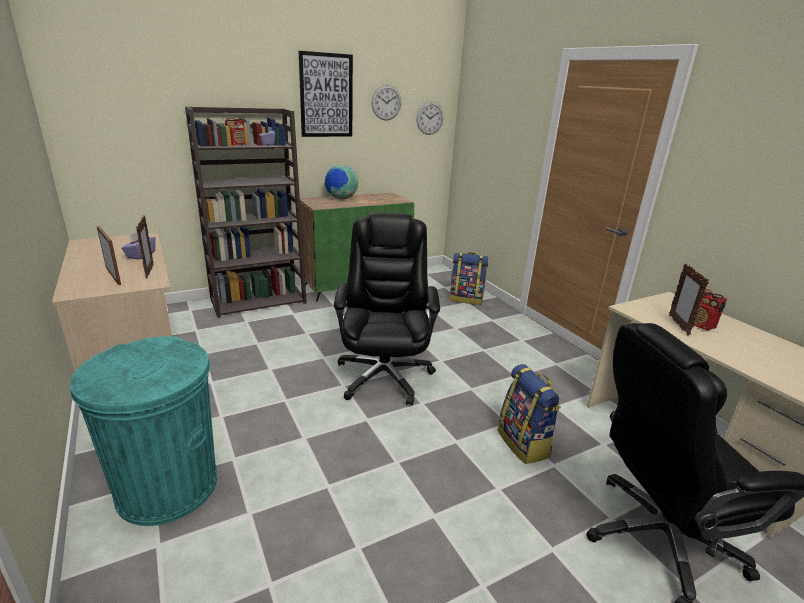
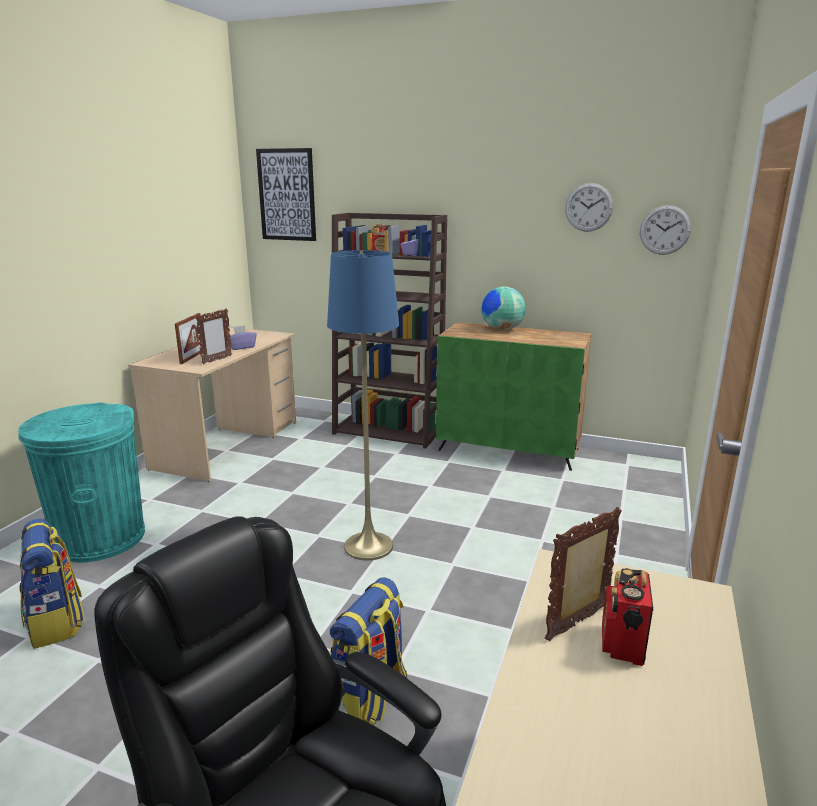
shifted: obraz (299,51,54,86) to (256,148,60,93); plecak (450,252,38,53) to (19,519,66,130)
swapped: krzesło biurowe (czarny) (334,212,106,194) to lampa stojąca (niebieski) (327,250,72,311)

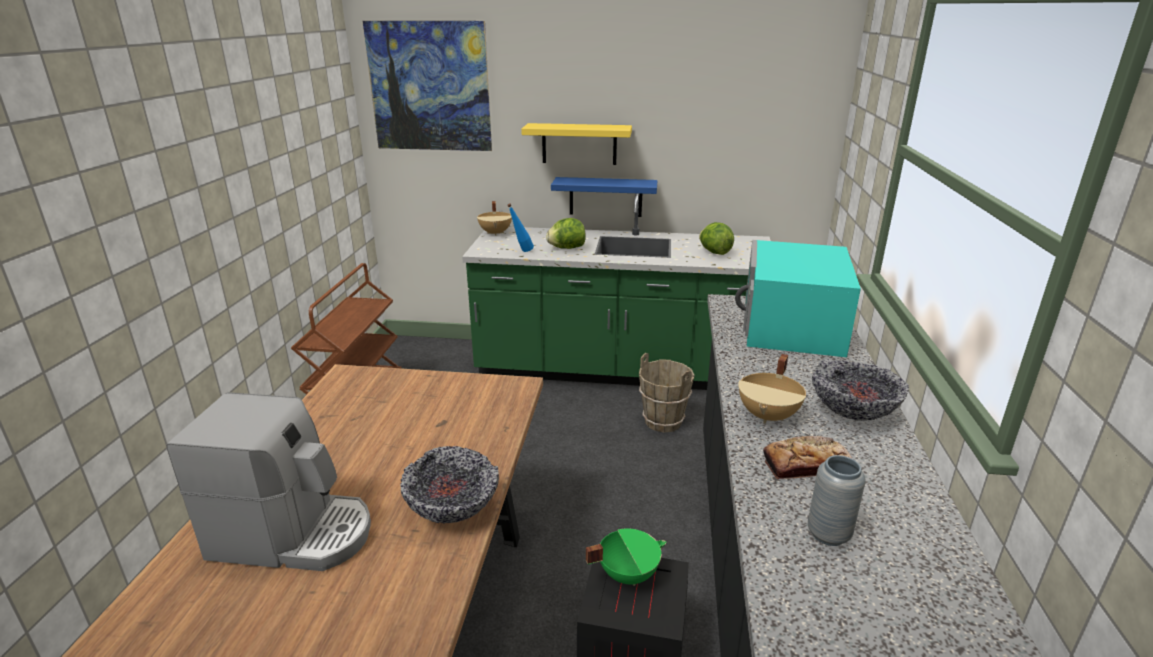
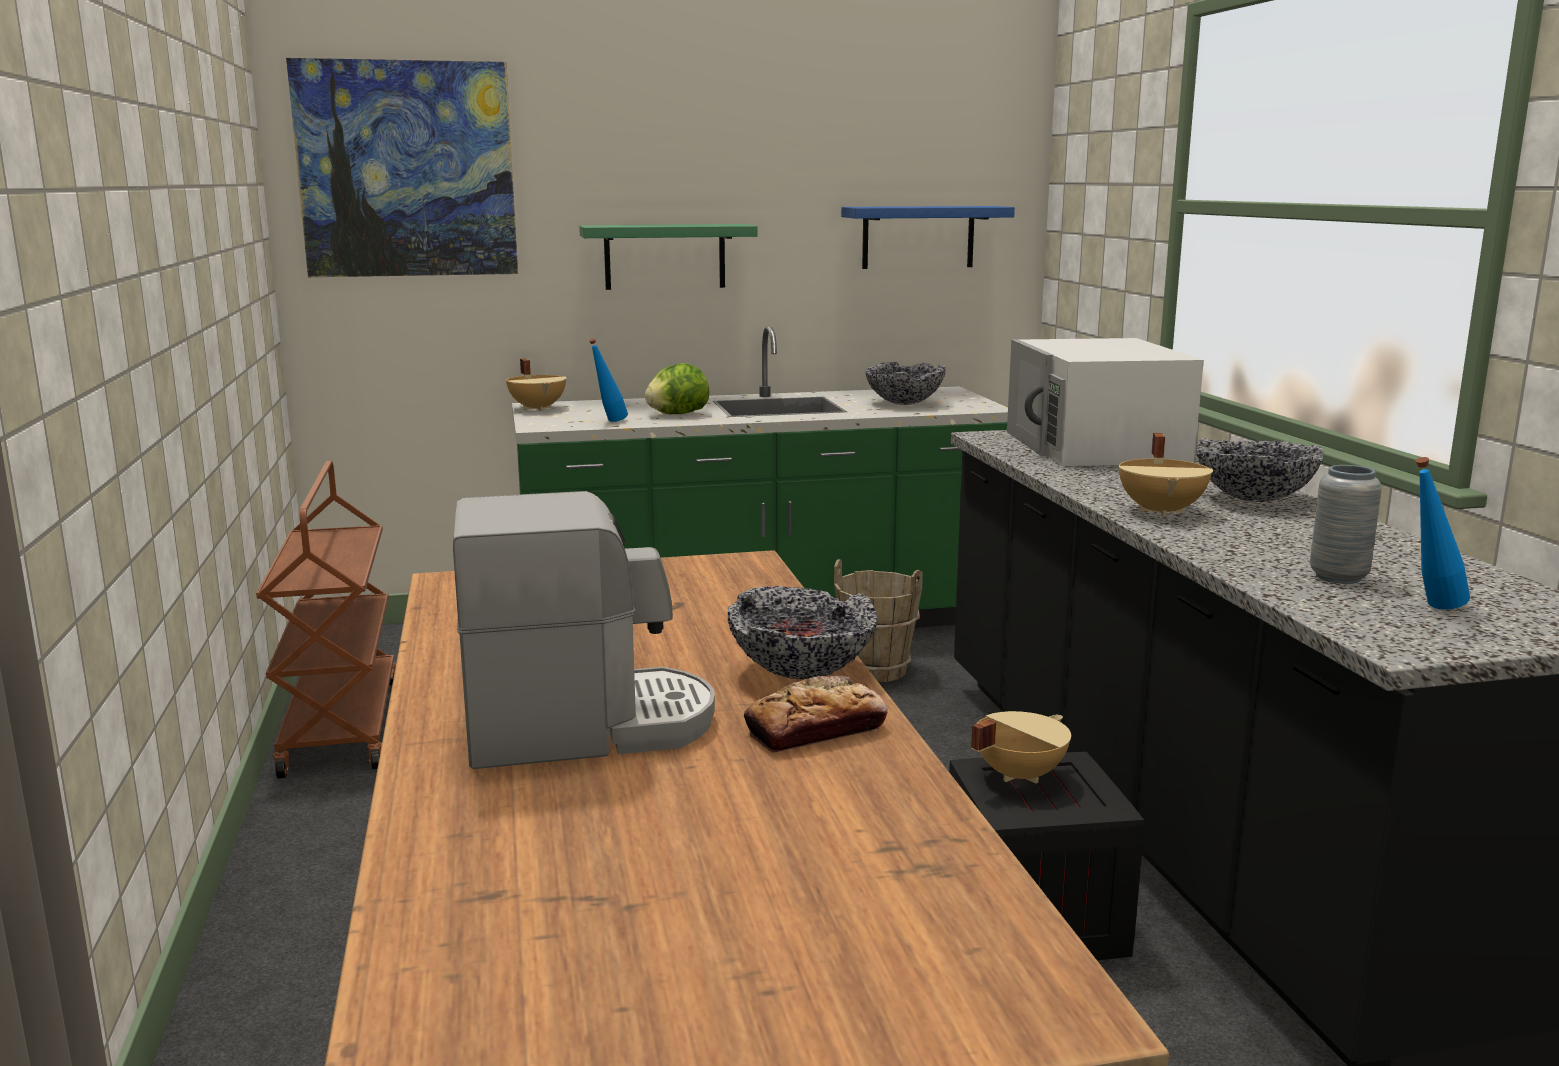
new: butelka (niebieski) (1415,457,55,153)
shifted: półka (niebieski) (551,177,106,40) to (841,206,174,63); chleb (763,436,89,43) to (744,676,144,77)
swapped: sałata (699,222,35,33) to miska (865,362,81,43)
repainted: półka (żółty) (521,123,111,42) to półka (zielony) (579,224,178,66); mikrofalówka (turkusowy) (735,240,126,117) to mikrofalówka (biały) (1007,338,197,128); garnek (zielony) (586,528,80,58) to garnek (beżowy) (971,711,100,72)

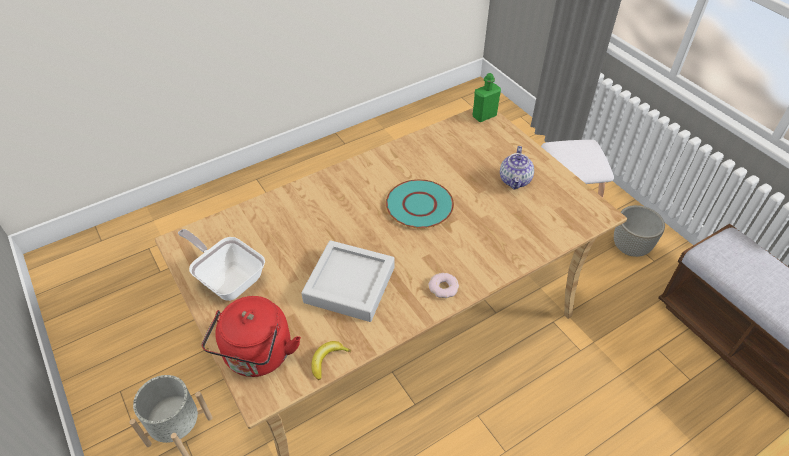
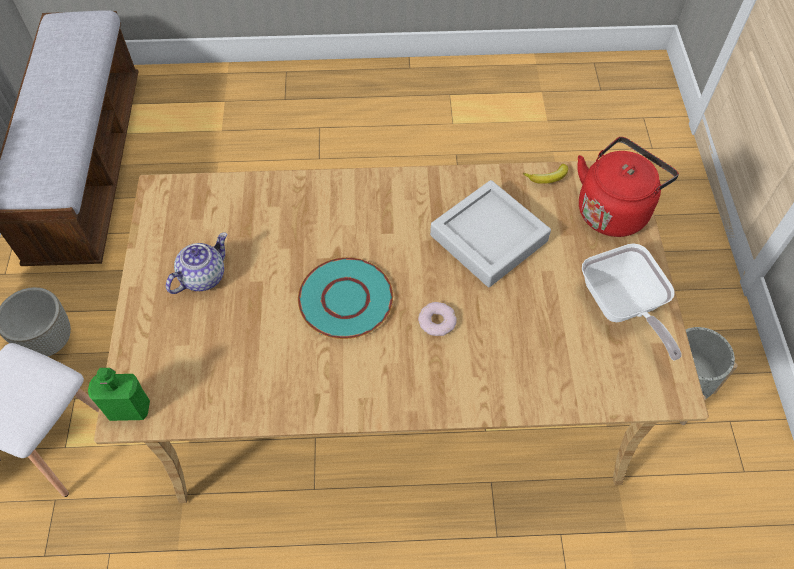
shifted: donut (428,273,31,25) to (418,302,39,34)

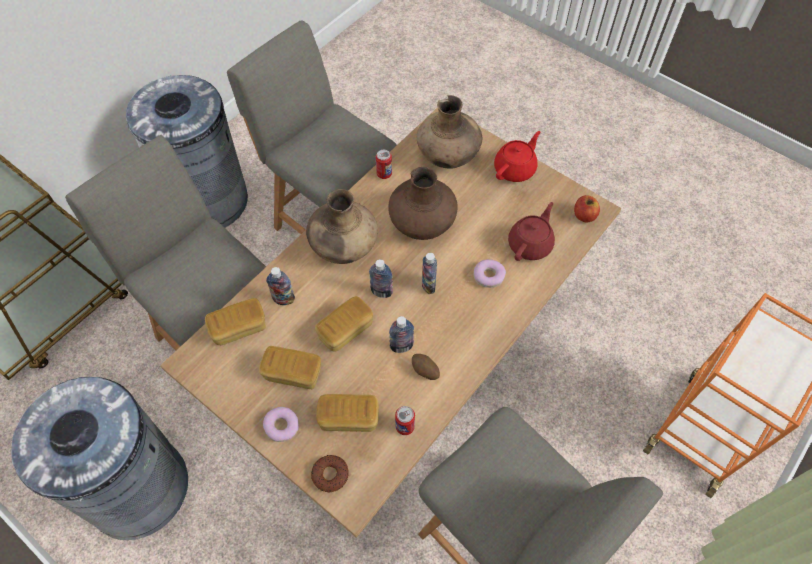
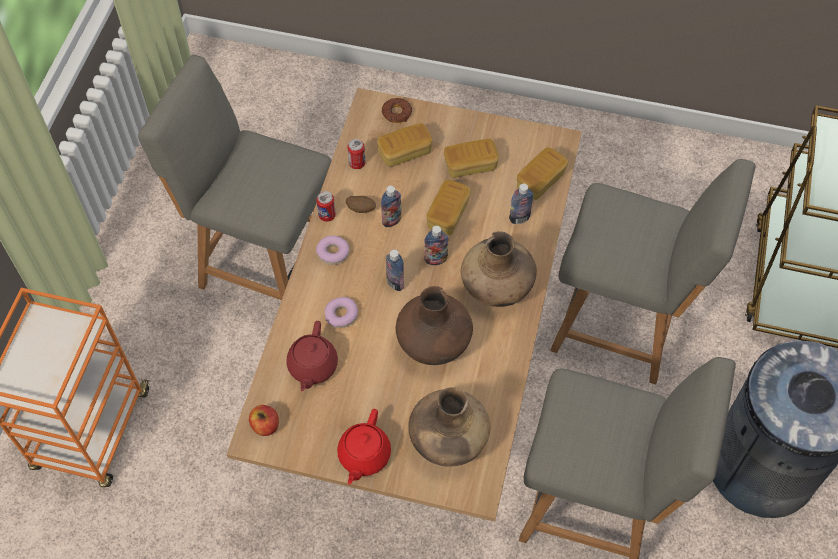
gone: kosz na śmieci (szary) (11,377,177,163)
shifted: puszka (376,150,16,29) to (316,191,20,31); donut (263,407,36,35) to (316,235,33,30)

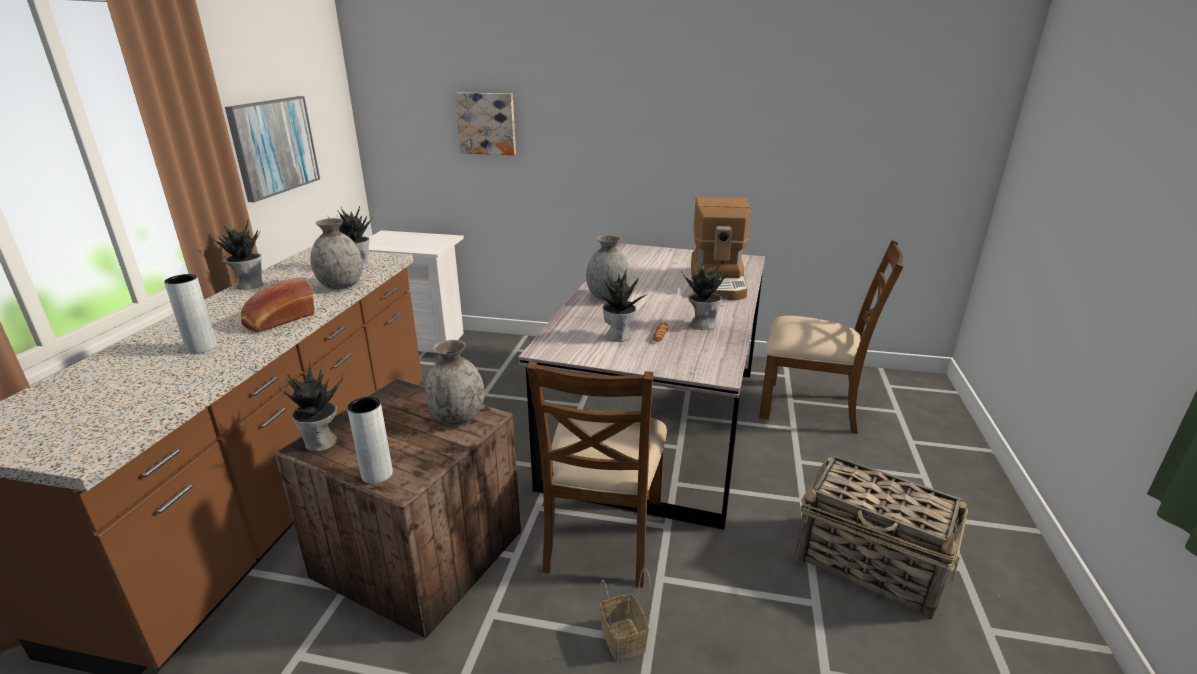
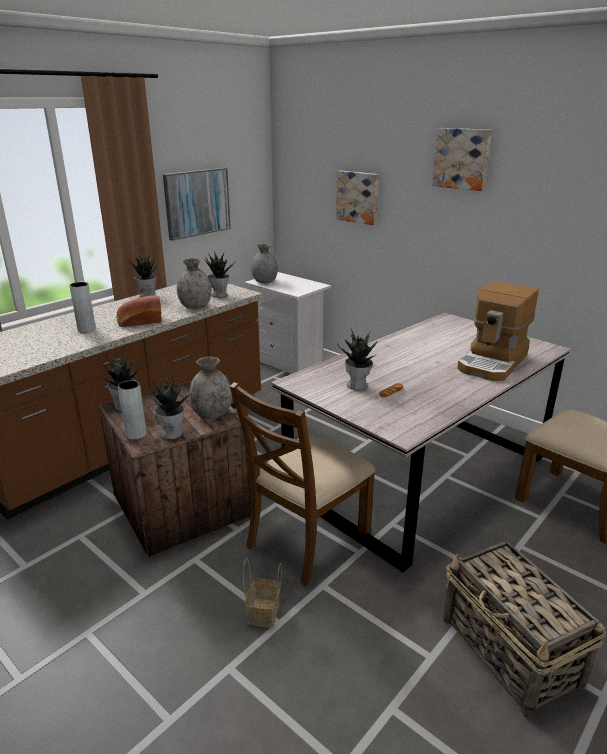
new: obraz (432,128,60,63)
shifted: wazon (szary) (586,235,45,66) to (251,244,27,39); roślina doniczkowa (681,261,47,69) to (148,376,47,64)

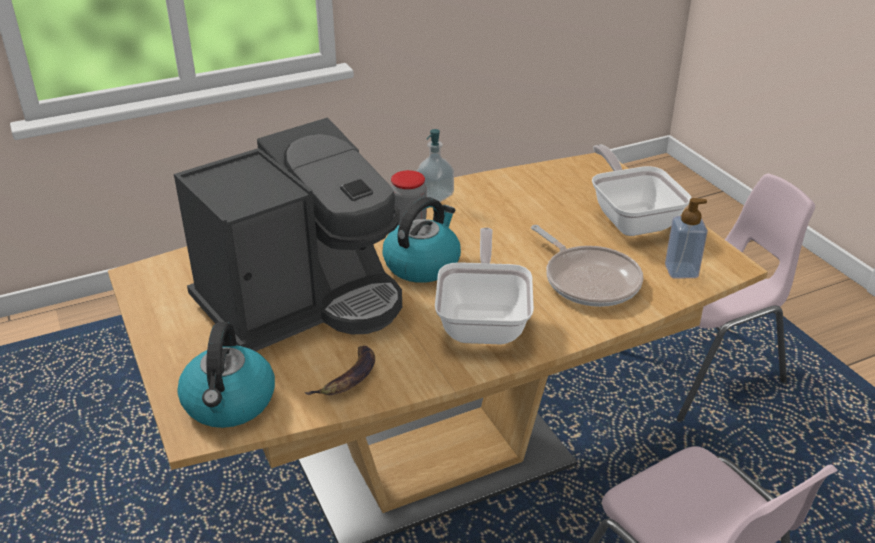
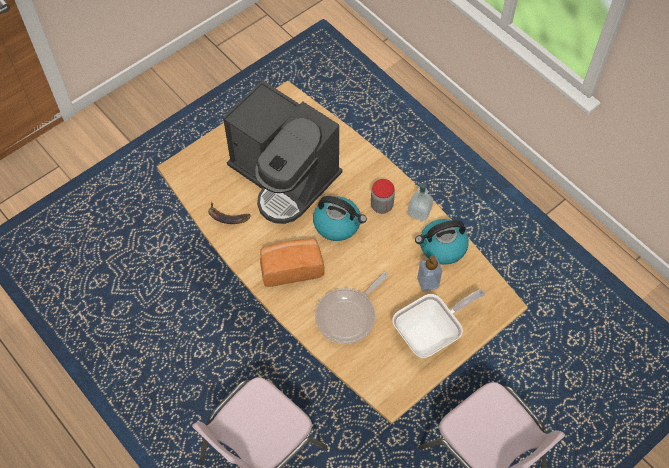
shifted: dozownik mydła (665,198,43,81) to (417,256,25,36); czajnik (177,322,98,106) to (415,219,54,46)
swapped: patelnia (435,228,99,116) to chleb (260,238,65,49)

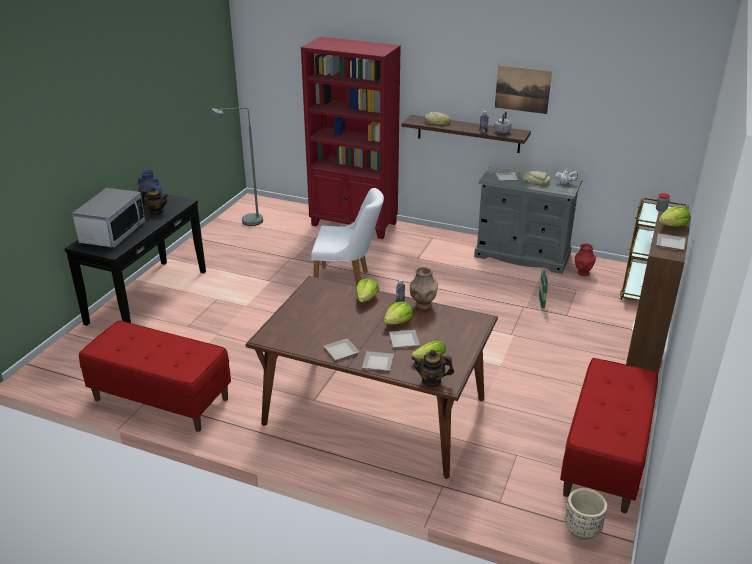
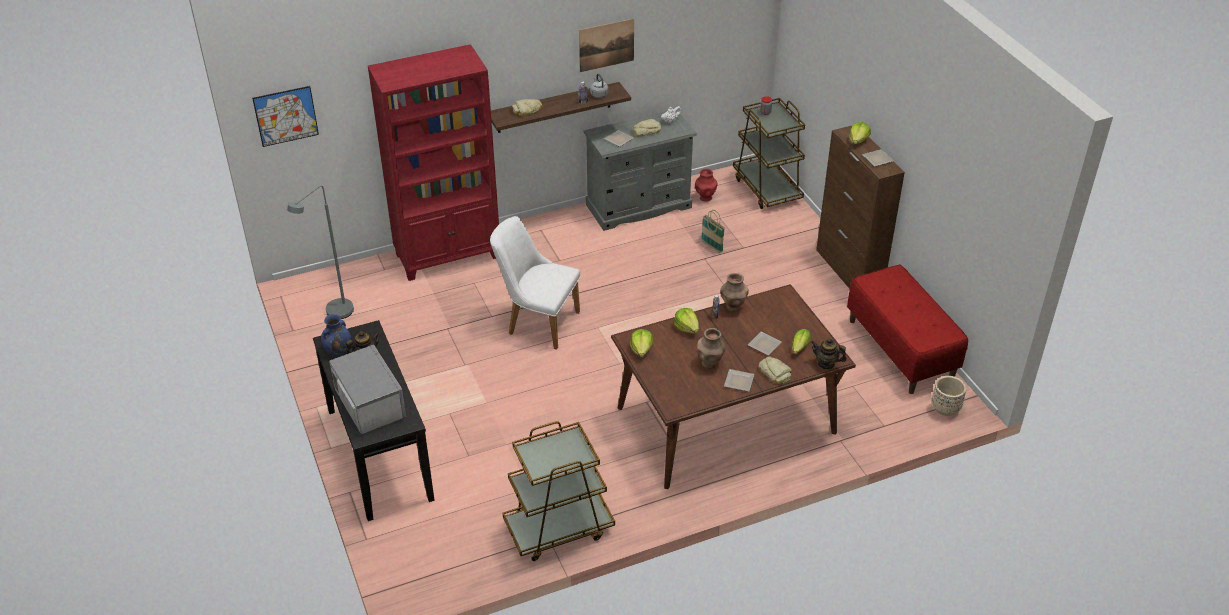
new: obraz (252,86,67,61); wazon (brązowy) (697,328,29,41)
shifted: sałata (384,302,29,22) to (630,329,23,28)
swapped: ławka (czerwony) (79,321,152,111) to wózek (brązowy) (503,421,112,140); talerz (362,351,32,20) to chleb (759,356,33,28)
rotated: krzesło (biały) (311,188,73,97) = (490,216,91,134) 120 degrees counterclockwise; imbryk (412,350,42,37) = (811,338,36,32) 60 degrees clockwise

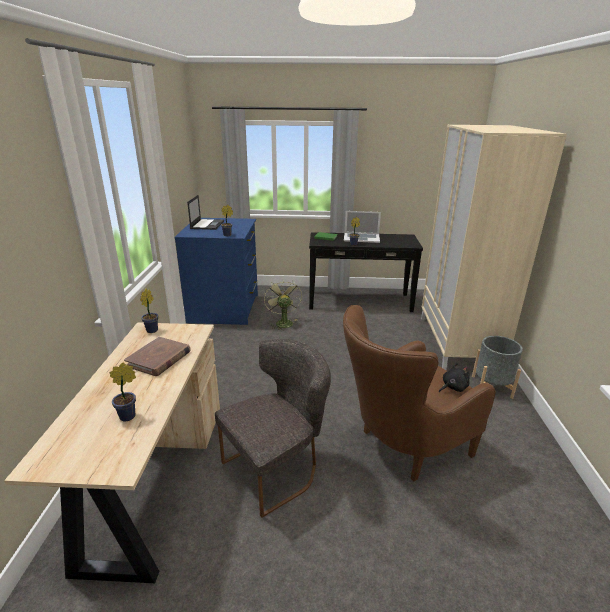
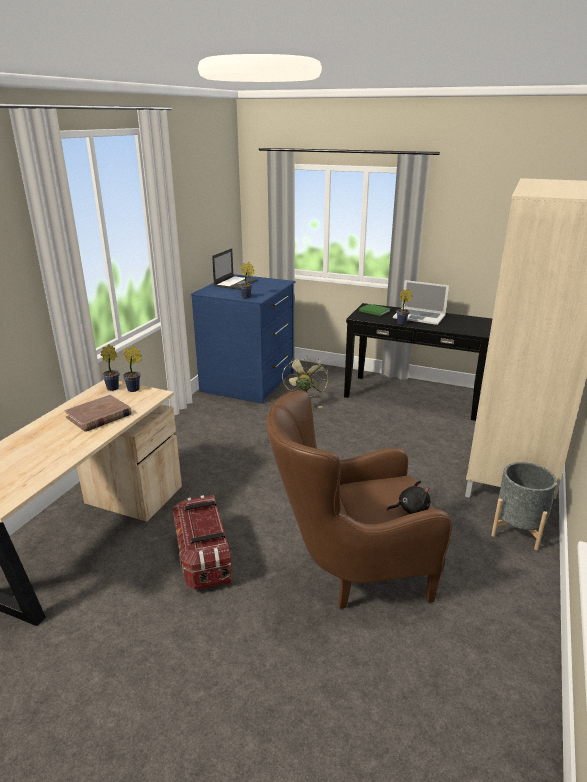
shifted: roślina doniczkowa (109,363,27,58) to (123,346,19,46)
swapped: krzesło (szary) (215,339,116,179) to pojemnik do przechowywania (172,495,60,95)

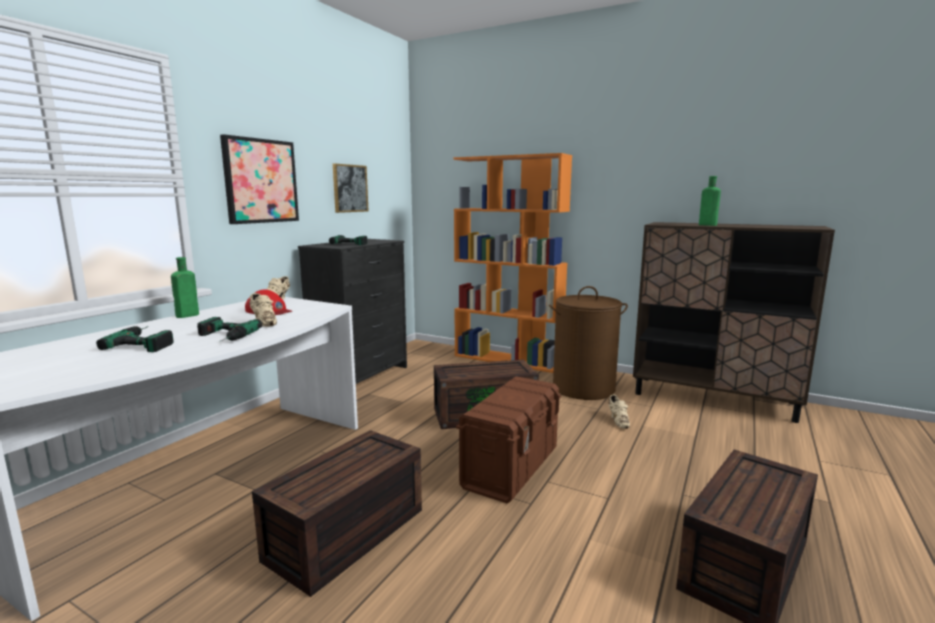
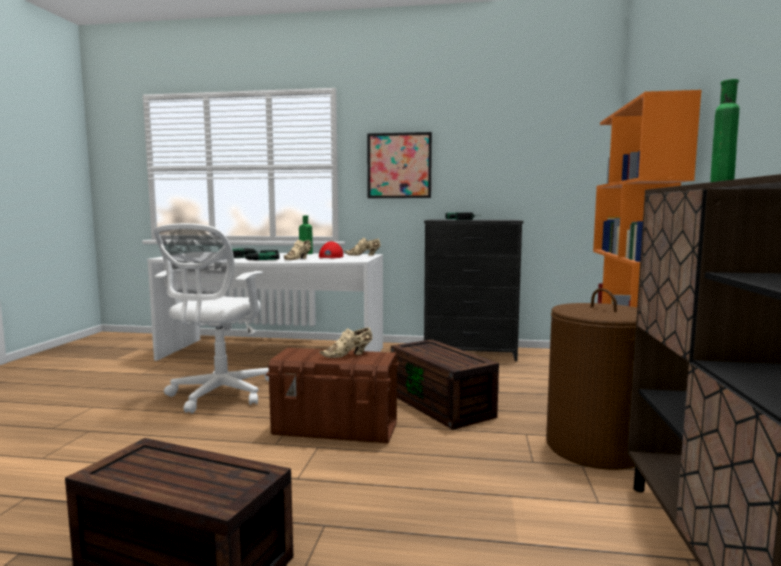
gone: obraz (333,164,35,49)
shifted: but (beżowy) (608,395,22,34) to (319,327,54,31)
swapped: pojemnik do przechowywania (brązowy) (252,430,170,167) to krzesło biurowe (biały) (153,223,116,190)

